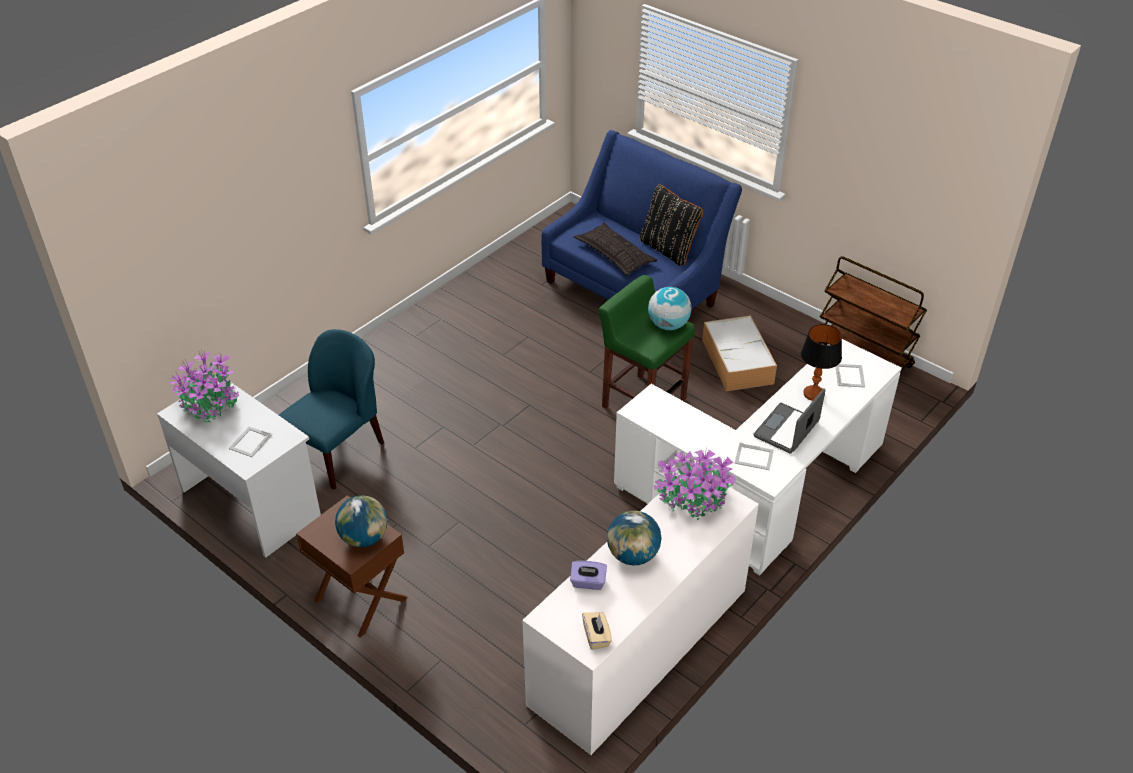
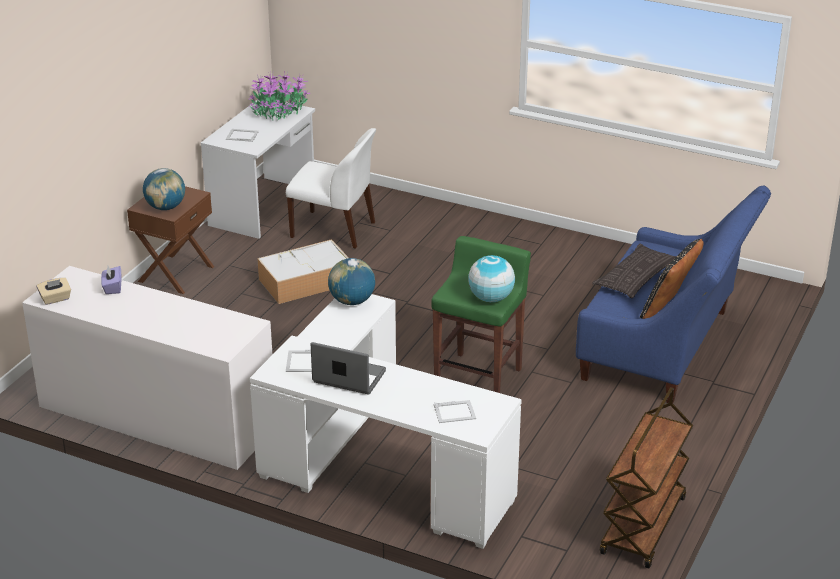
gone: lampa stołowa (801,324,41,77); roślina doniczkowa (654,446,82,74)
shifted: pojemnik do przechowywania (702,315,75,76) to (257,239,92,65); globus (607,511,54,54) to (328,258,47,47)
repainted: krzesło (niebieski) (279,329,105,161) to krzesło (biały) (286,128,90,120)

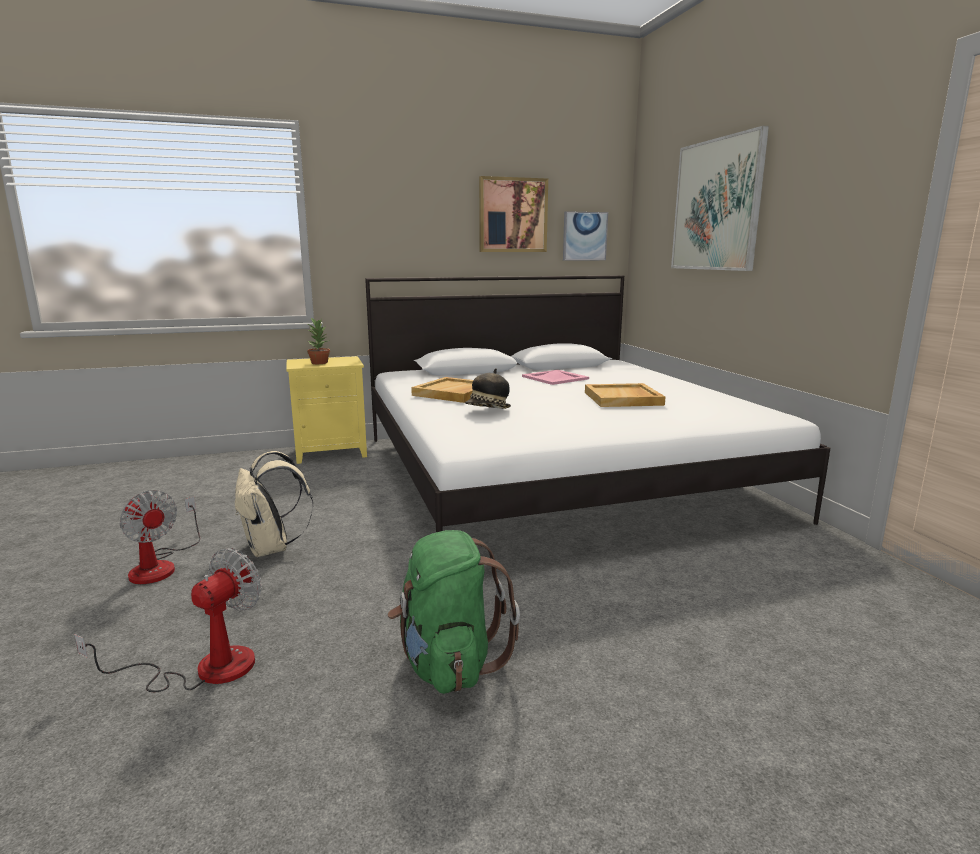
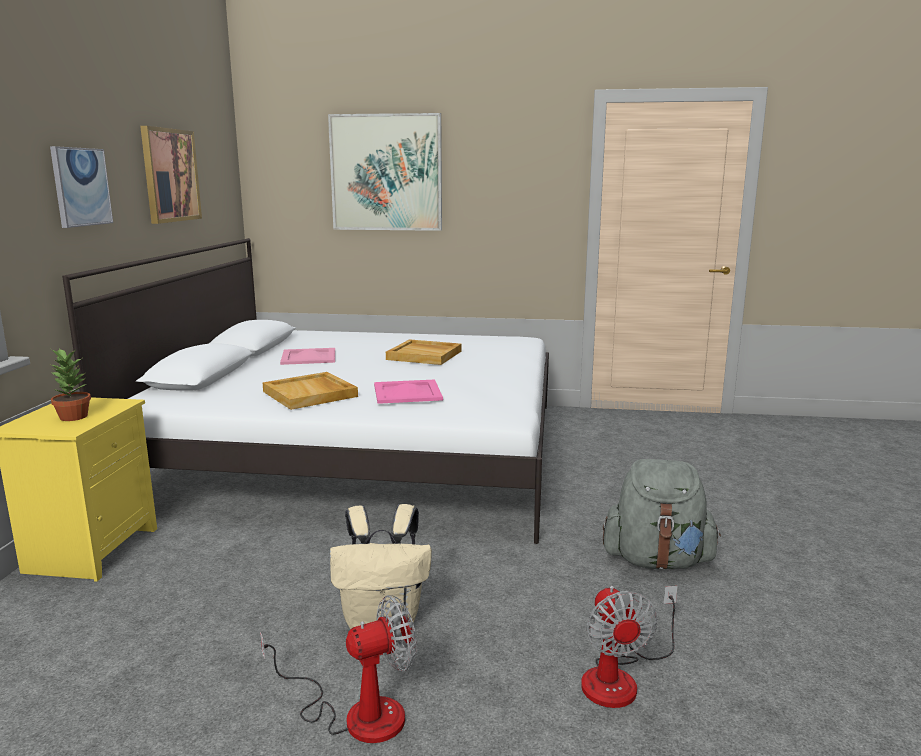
shifted: obraz (563,211,45,49) to (50,146,63,82)
swapped: kapelusz (465,368,46,41) to taca (różowy) (374,379,69,25)
repainted: plecak (zielony) (387,530,133,164) to plecak (szary) (603,459,118,110)
rotated: wentylator (74,548,188,144) = (581,586,97,122) 150 degrees counterclockwise

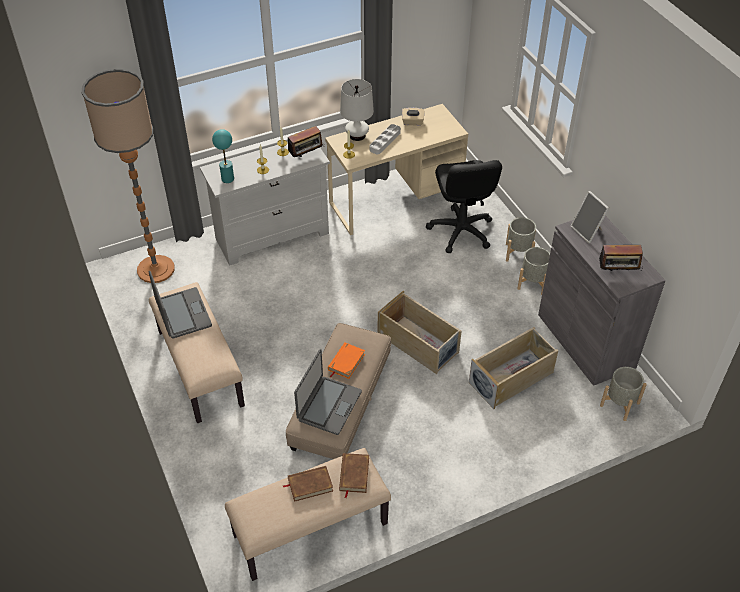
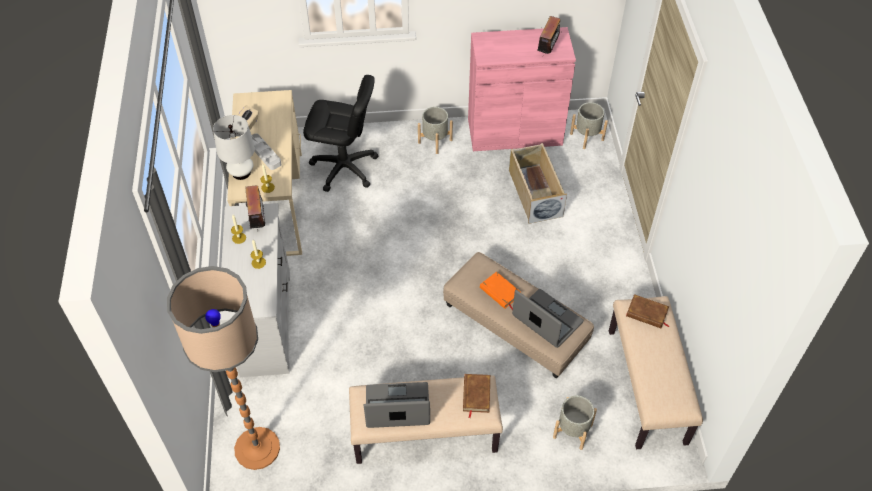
gone: lampa stołowa (turkusowy) (212,129,22,54); ramka na zdjęcie (571,191,38,52); pojemnik do przechowywania (beżowy) (378,291,83,83)
shifted: donica (szary) (506,217,30,45) to (553,396,44,54); książka (brązowy) (283,466,50,36) to (463,374,27,44)
repainted: szafka (szary) (538,216,127,170) to szafka (różowy) (468,27,108,124)

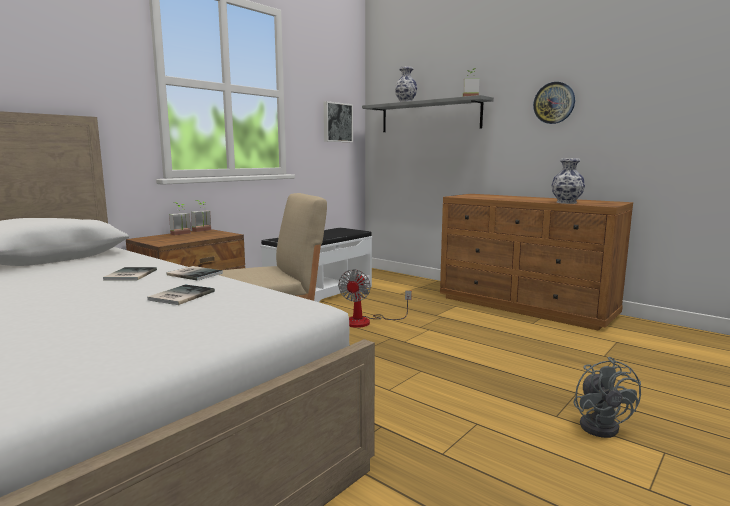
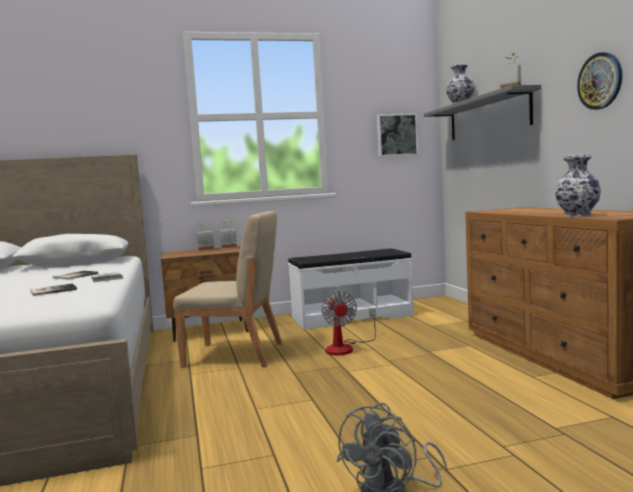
rotated: wentylator (338,269,74,59) = (322,291,54,64) 60 degrees counterclockwise

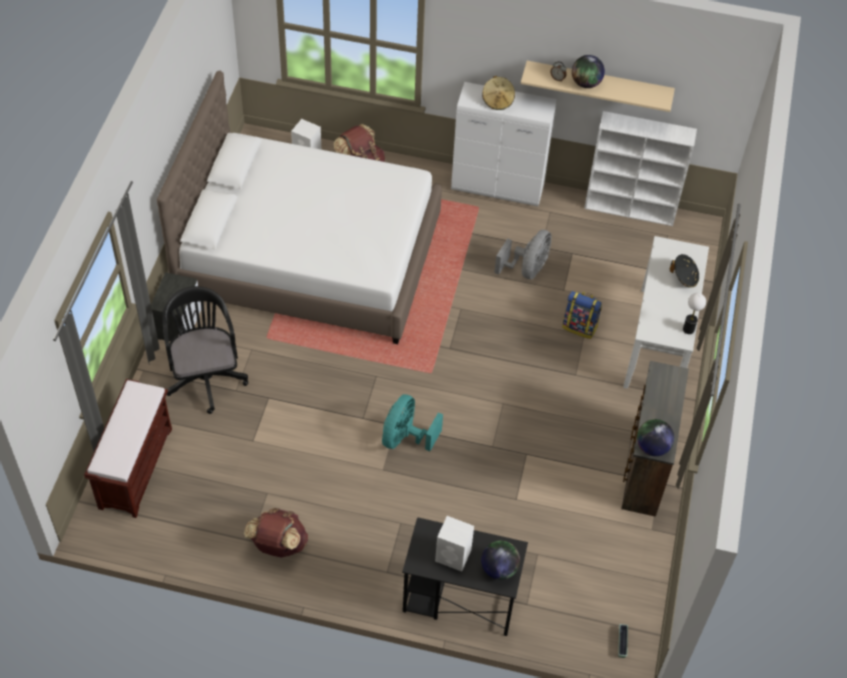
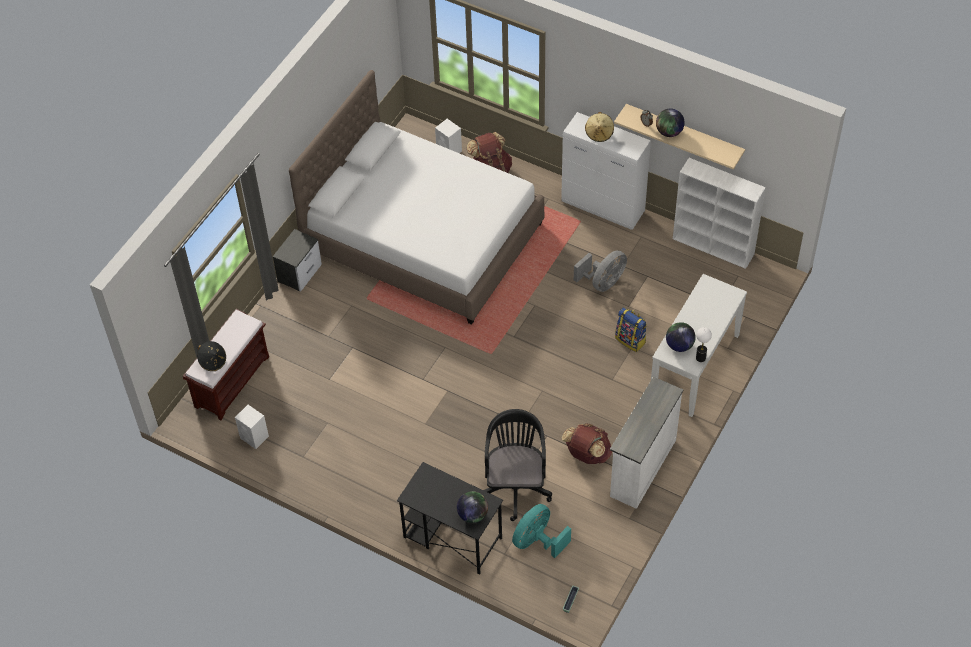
shifted: kapelusz (czarny) (670,254,29,34) to (197,341,29,30); krzesło biurowe (czarny) (163,286,85,128) to (484,409,68,112); wentylator (turkusowy) (382,394,61,57) to (512,504,59,54); globus (637,419,38,37) to (666,322,30,30); plecak (brązowy) (244,508,64,50) to (562,423,50,41); głośnik (biały) (435,516,39,55) to (235,405,34,44)
repainted: komoda (brązowy) (621,361,68,156) to komoda (biały) (610,377,73,132)

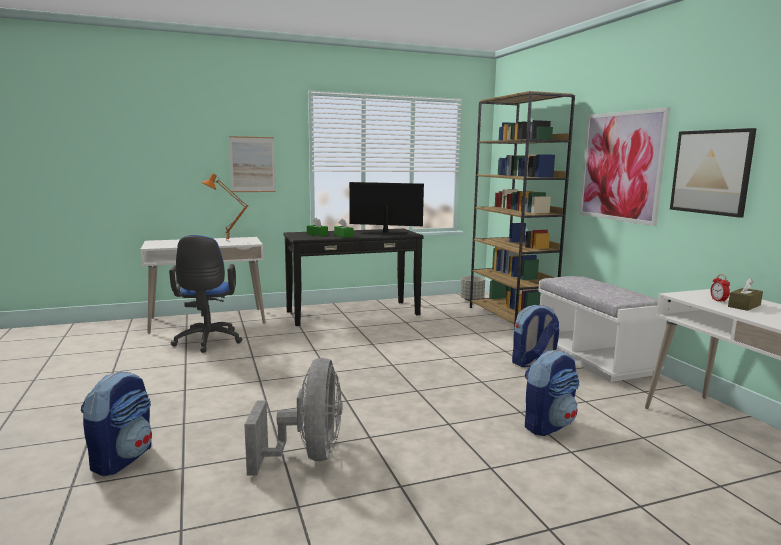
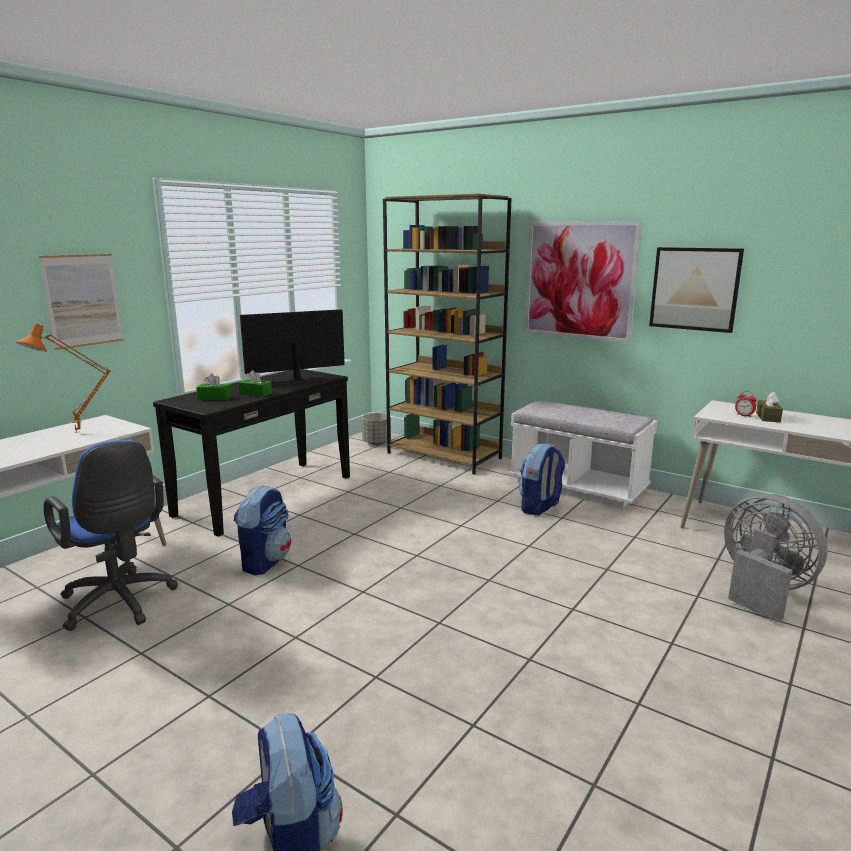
shifted: plecak (525,349,55,87) to (234,485,57,91); wentylator (szary) (244,358,98,117) to (724,494,104,128)

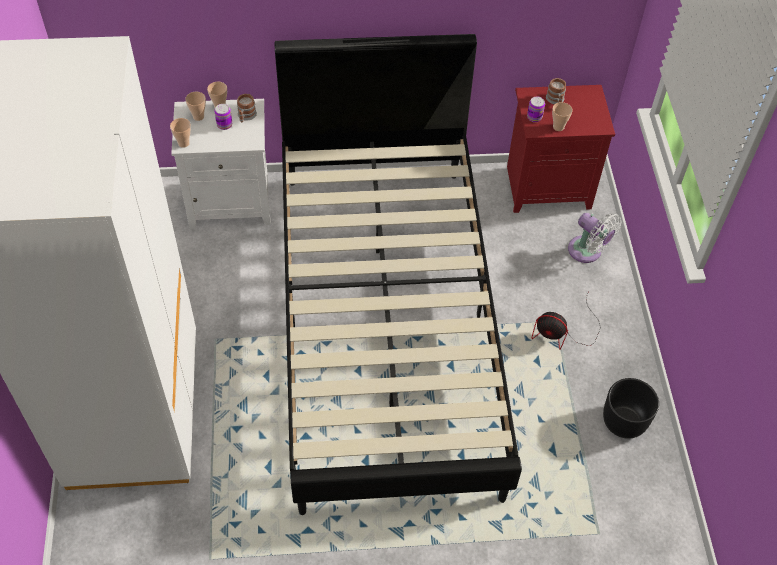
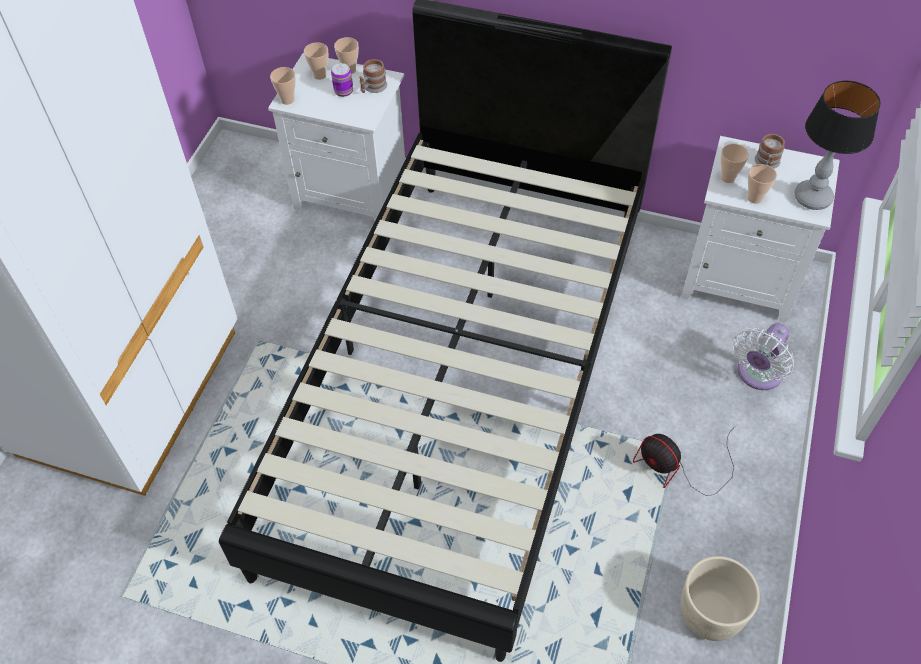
new: lampa stołowa (794,80,87,130)
swapped: puszka (527,96,18,26) to filiżanka (720,144,29,39)
repainted: szafka nocna (czerwony) (507,85,108,128) to szafka nocna (biały) (681,136,159,187); donica (czarny) (603,378,56,61) to donica (beżowy) (680,556,80,85)
rotated: wentylator (biały) (568,213,53,50) = (733,323,61,67) 60 degrees clockwise

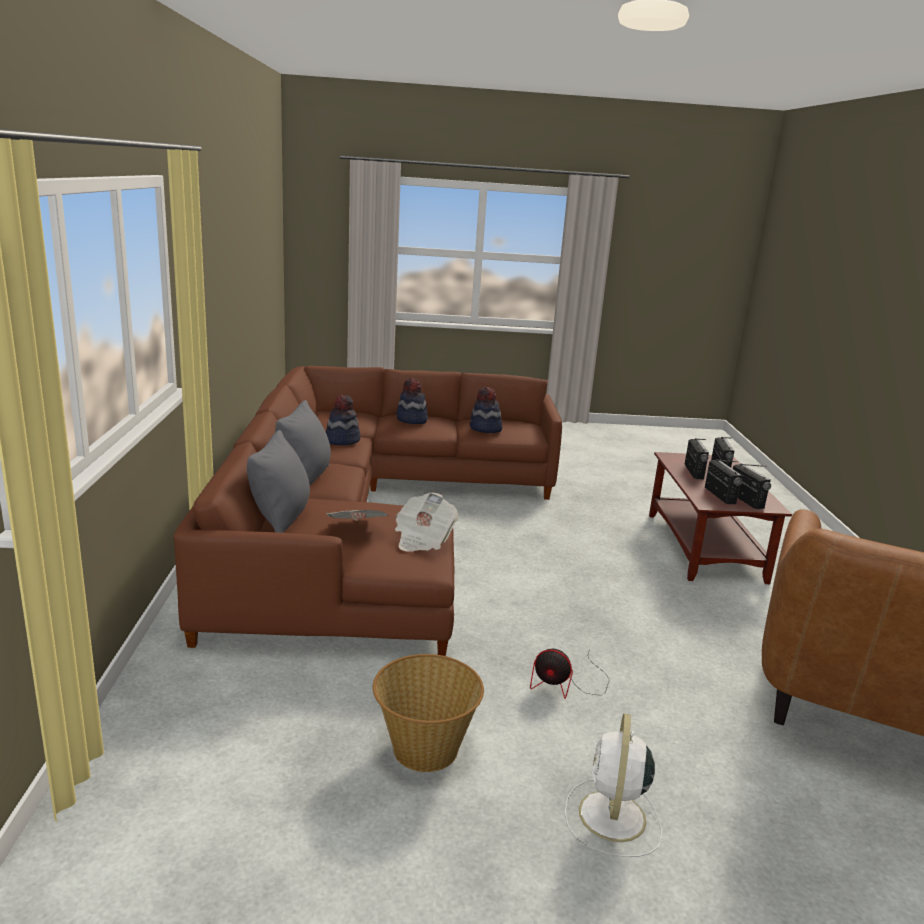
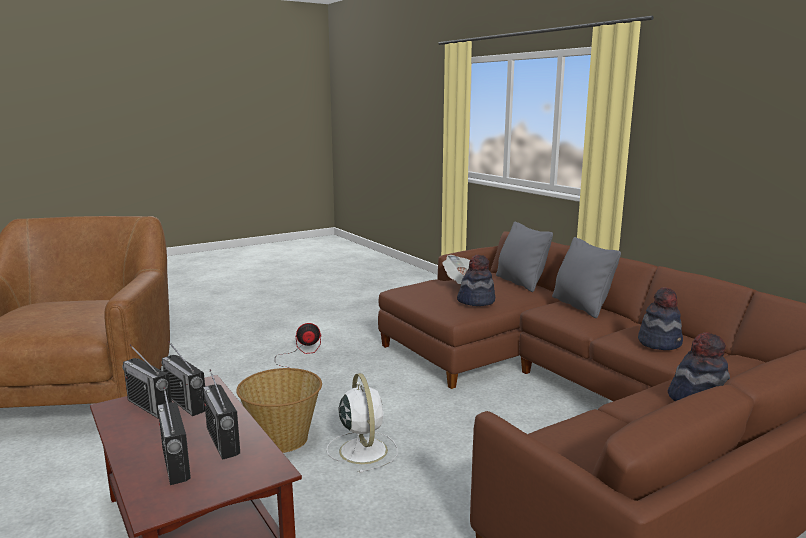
gone: gazeta (395,493,64,59)
shifted: kapelusz (470,387,32,46) to (457,255,38,51); koszyk (373,654,111,118) to (236,368,86,85); wentylator (biały) (565,713,97,144) to (326,373,72,100)

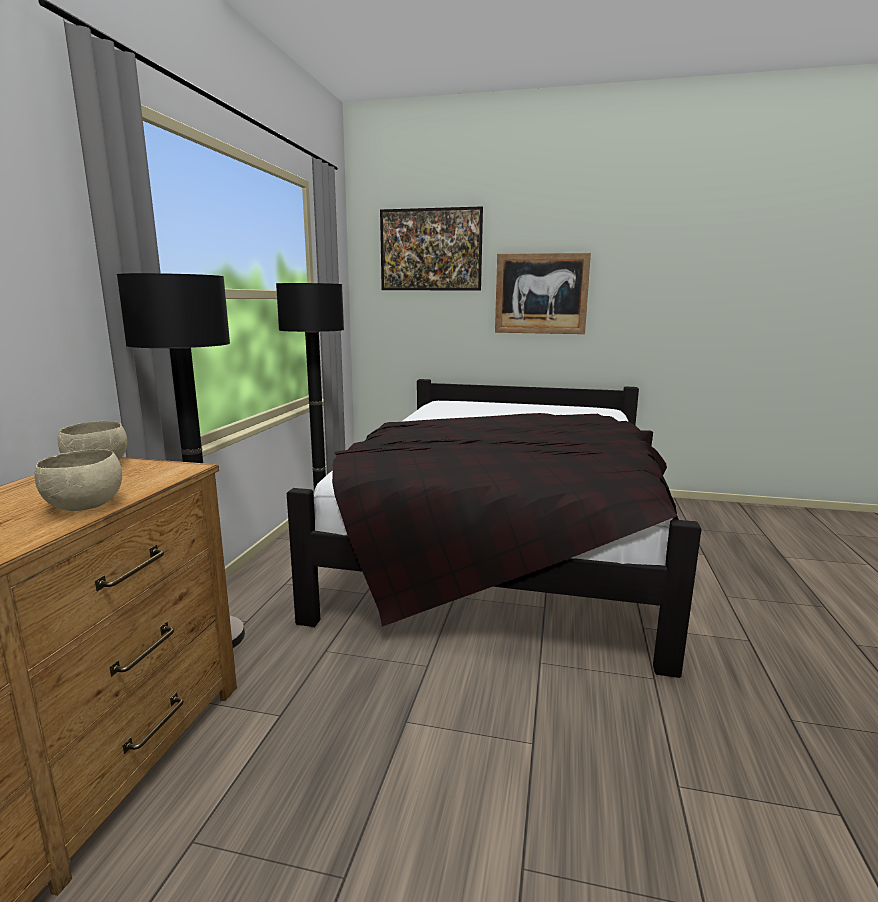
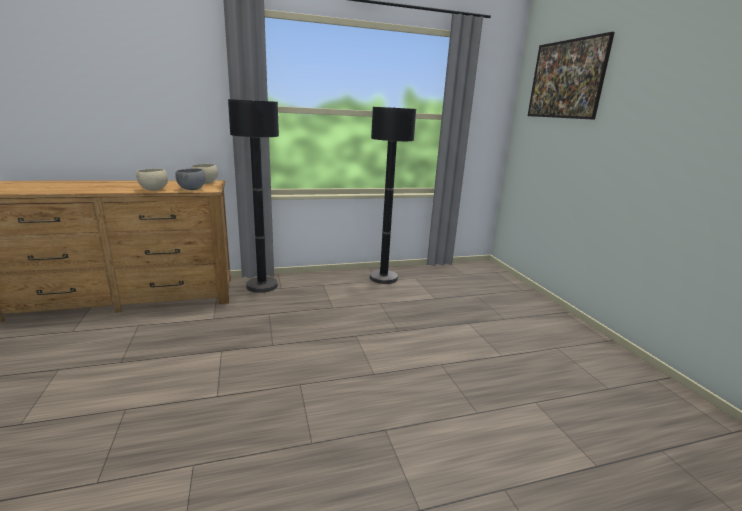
gone: obraz (495,253,96,81); łóżko (czarny) (287,379,414,299)
new: miska (szary) (175,169,30,21)

